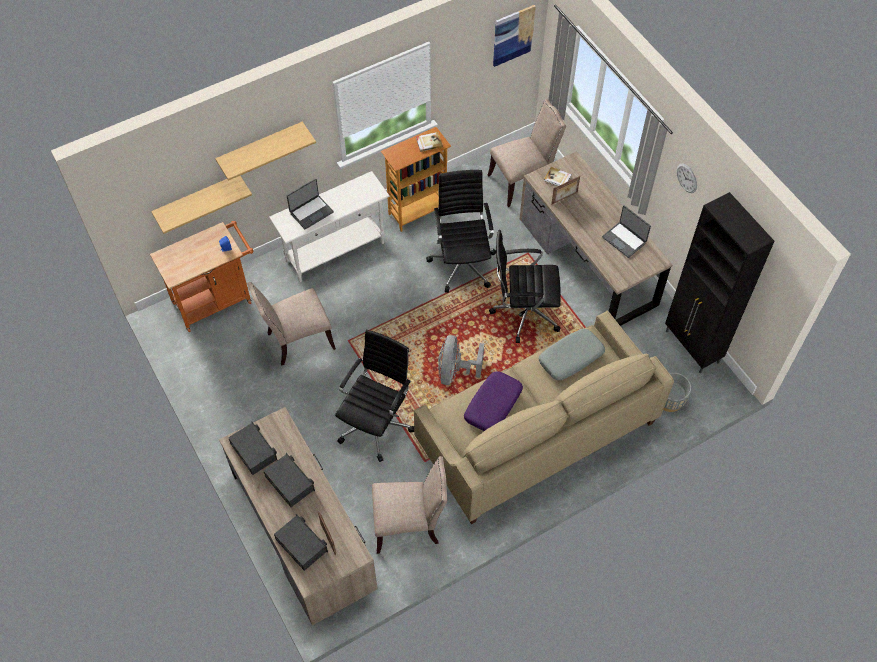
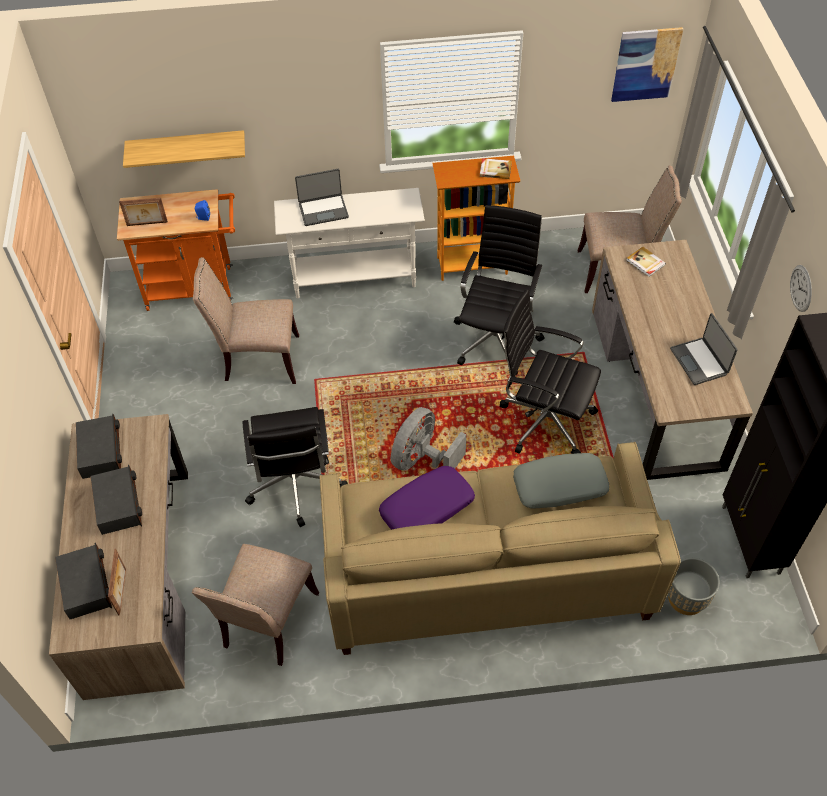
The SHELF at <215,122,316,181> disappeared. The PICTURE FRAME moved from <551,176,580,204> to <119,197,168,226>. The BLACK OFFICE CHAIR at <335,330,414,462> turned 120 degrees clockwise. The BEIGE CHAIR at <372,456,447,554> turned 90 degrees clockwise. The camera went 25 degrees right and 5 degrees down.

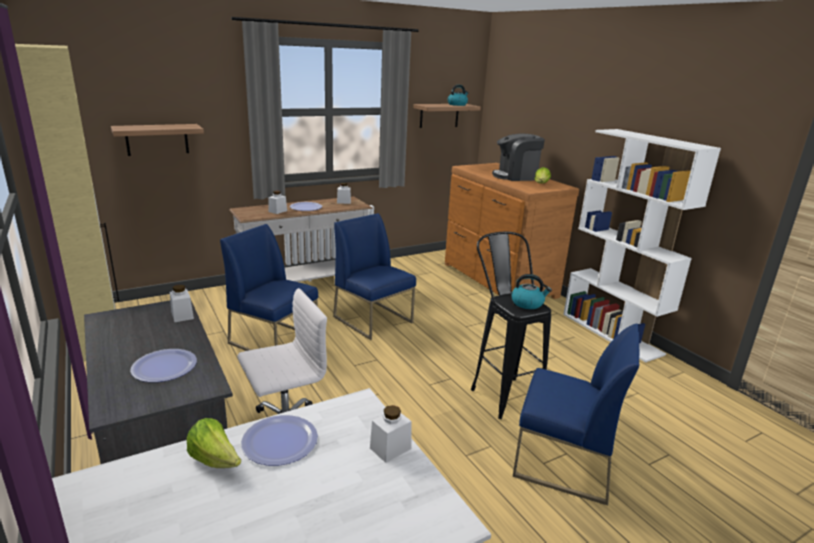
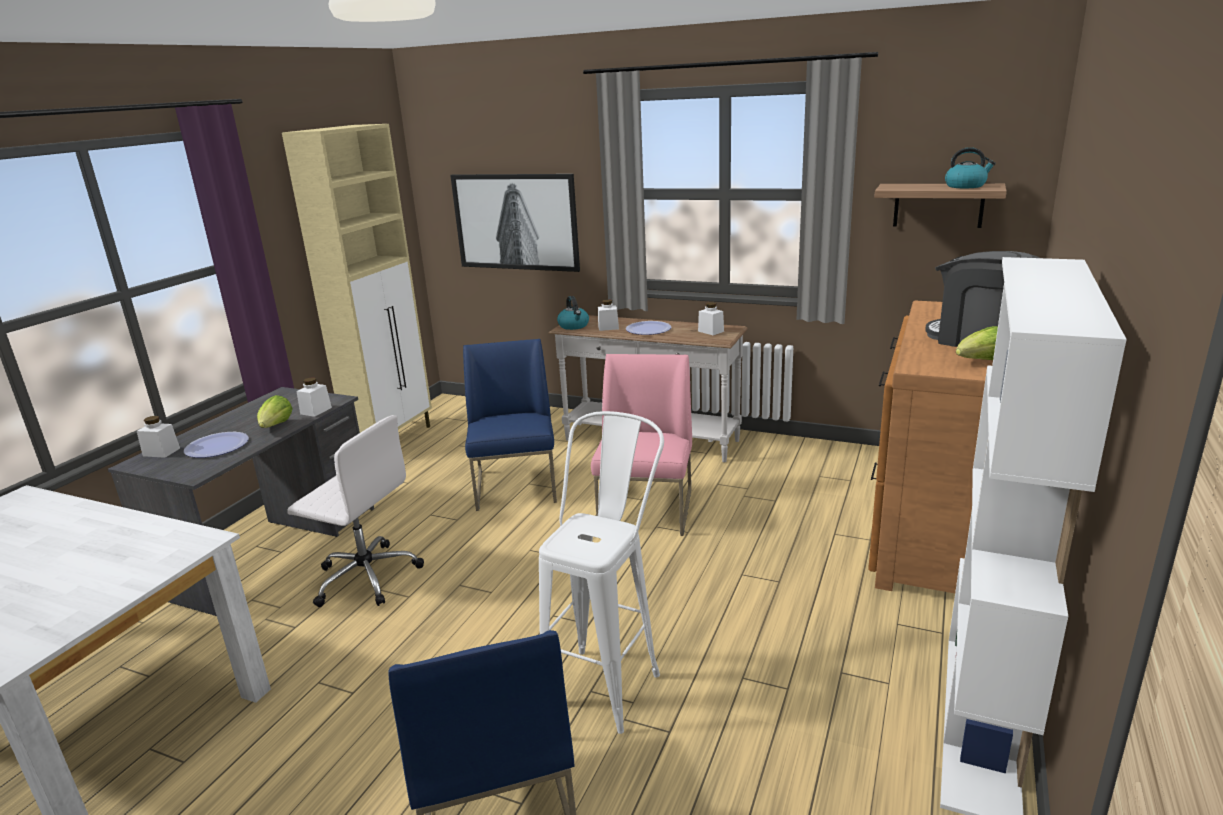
The SHELF at <111,124,204,156> was replaced by the PICTURE at <450,174,580,272>. The BLUE CHAIR at <333,213,416,340> became the PINK CHAIR at <591,354,692,536>. The BLACK STOOL at <471,232,551,419> became the WHITE STOOL at <539,411,664,734>. The KETTLE moved from <511,274,552,309> to <557,296,589,330>. The WHITE JAR moved from <370,405,412,463> to <137,416,180,458>. The PLATE at <241,415,318,466> disappeared. The LETTUCE moved from <186,418,241,468> to <257,395,293,428>. The camera went 55 degrees right and 0 degrees up.

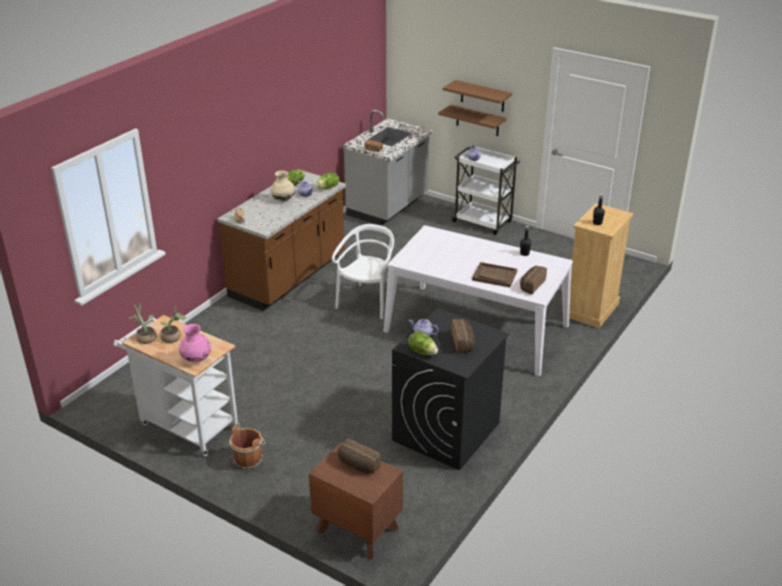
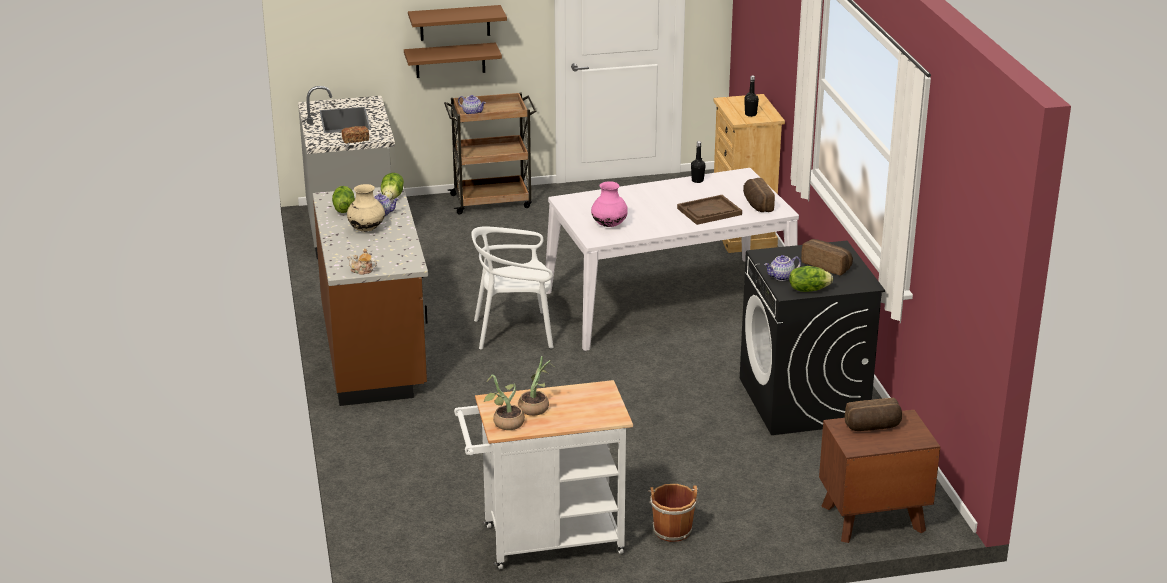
The WHITE CART at <451,146,520,235> became the BROWN CART at <444,92,537,214>. The WHITE CHAIR at <332,224,396,319> turned 75 degrees counterclockwise. The PINK VASE moved from <179,324,211,363> to <591,181,628,227>. The camera went 45 degrees left and 5 degrees down.

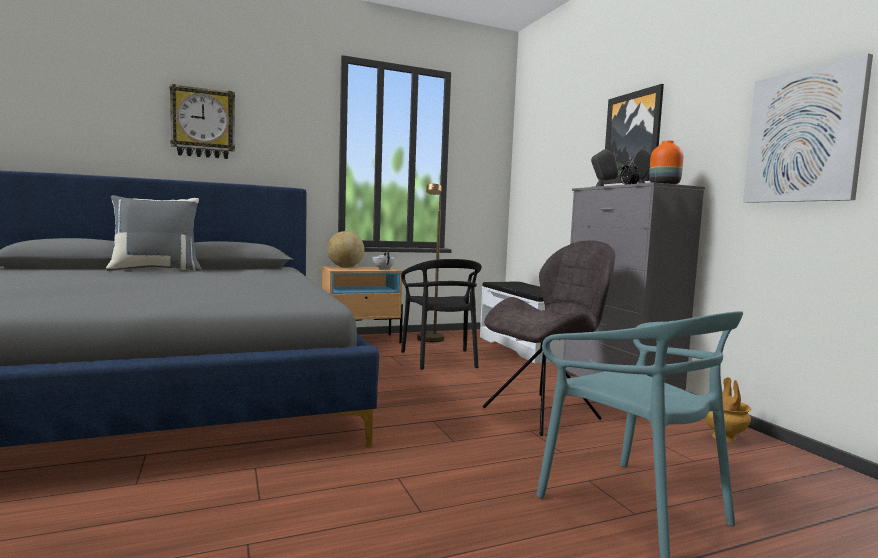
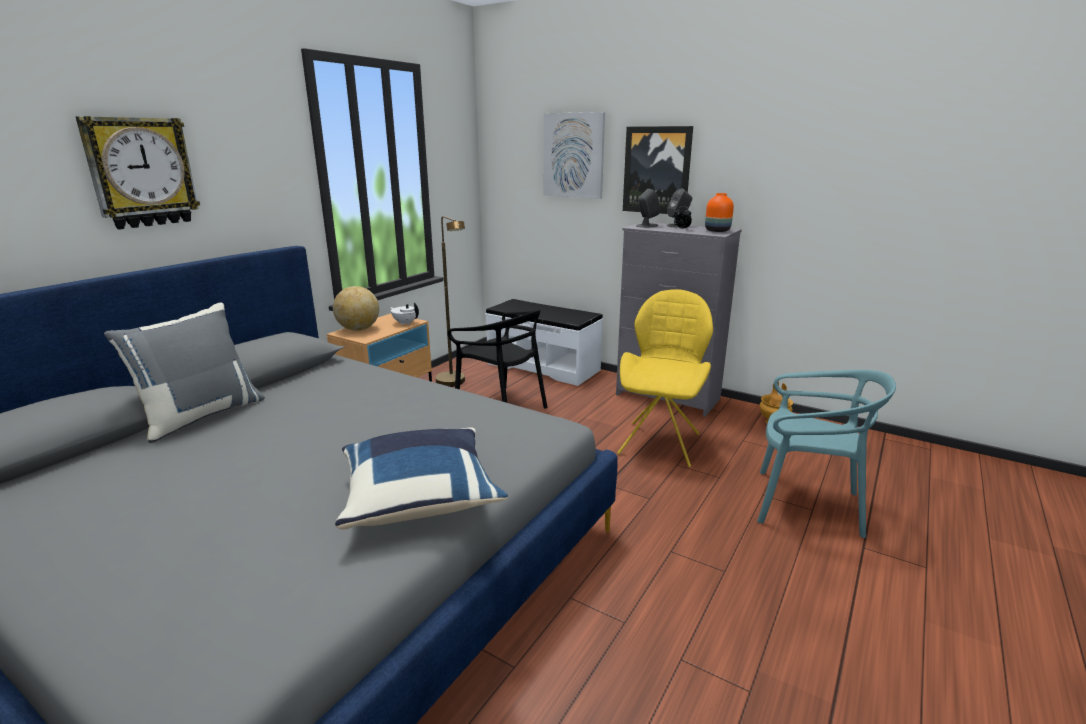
The PICTURE moved from <743,53,873,203> to <544,112,605,199>. The GREY CHAIR at <483,240,615,436> became the YELLOW CHAIR at <617,289,713,467>. The BLUE PILLOW at <335,427,508,530> appeared. The camera went 35 degrees left and 15 degrees up.

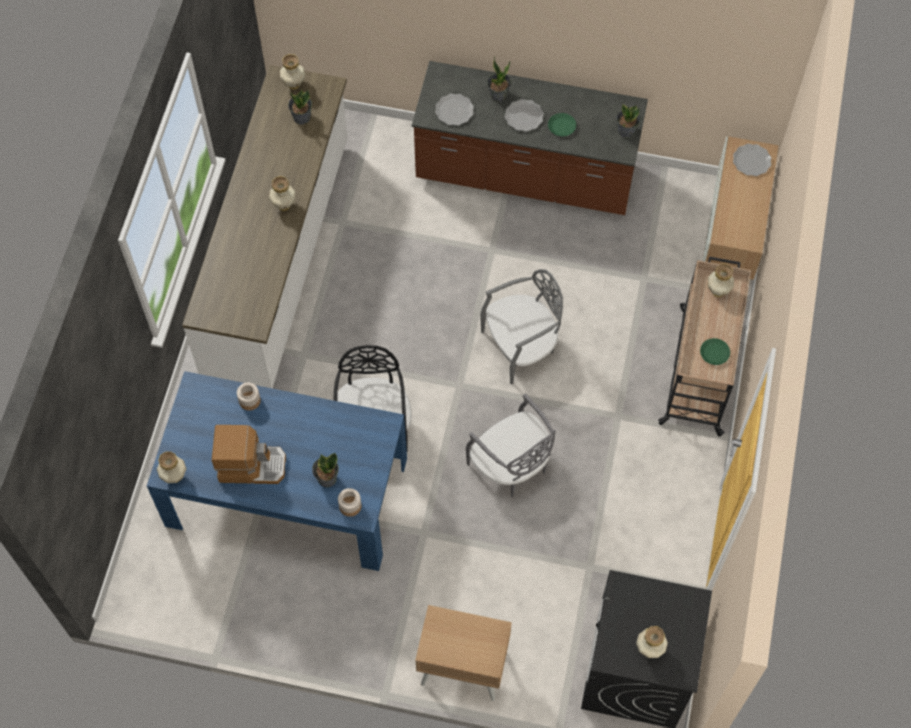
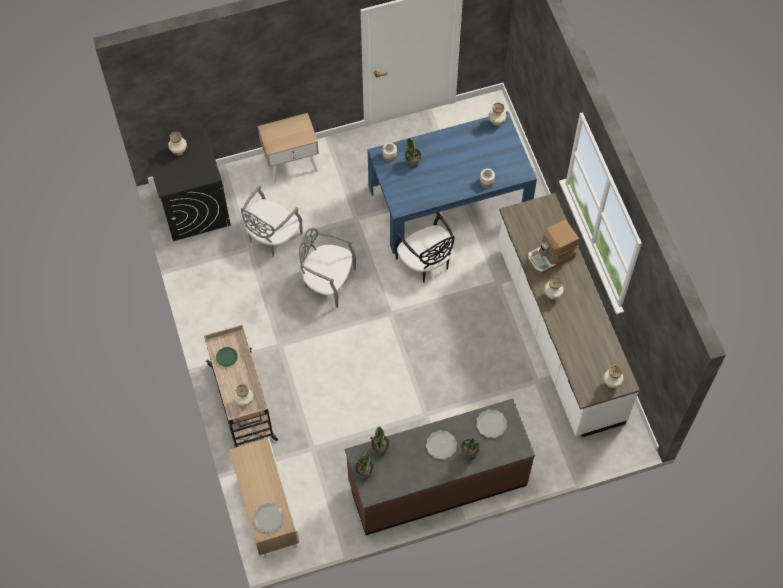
The POTTED PLANT moved from <288,89,312,125> to <371,427,390,456>. The GREEN PLATE at <548,113,576,136> disappeared. The GREY CHAIR moved from <480,269,563,384> to <241,185,303,257>. The COFFEE MACHINE moved from <212,425,286,484> to <528,219,579,274>. The camera went 150 degrees right and 0 degrees up.

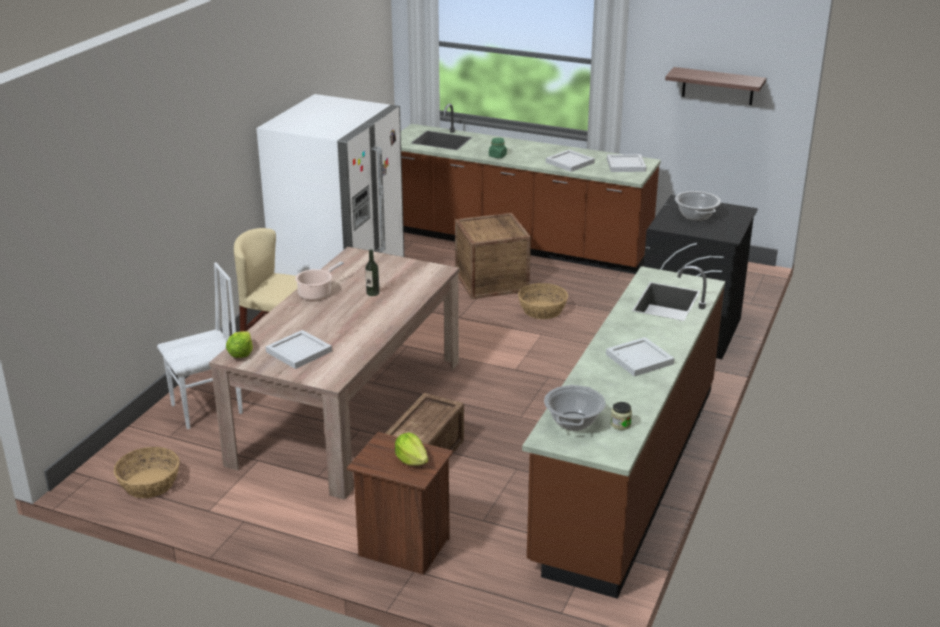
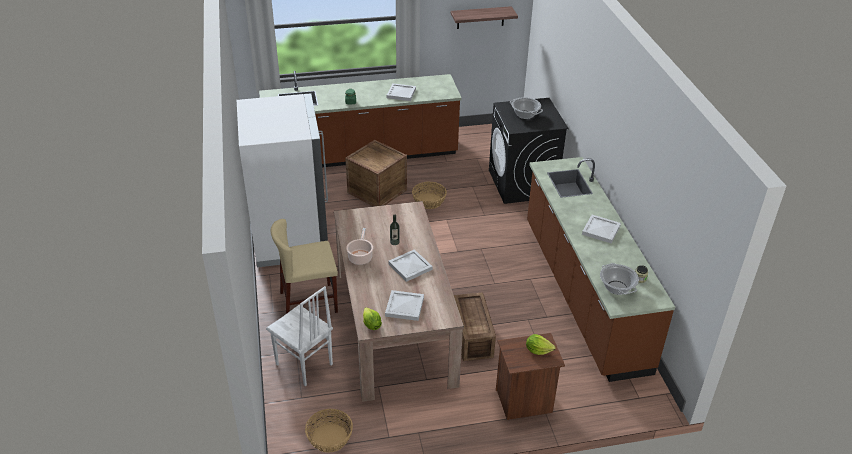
The WHITE TRAY moved from <607,154,646,172> to <388,249,433,282>. The WHITE CHAIR at <157,262,243,429> turned 105 degrees clockwise. The camera went 35 degrees left and 10 degrees up.

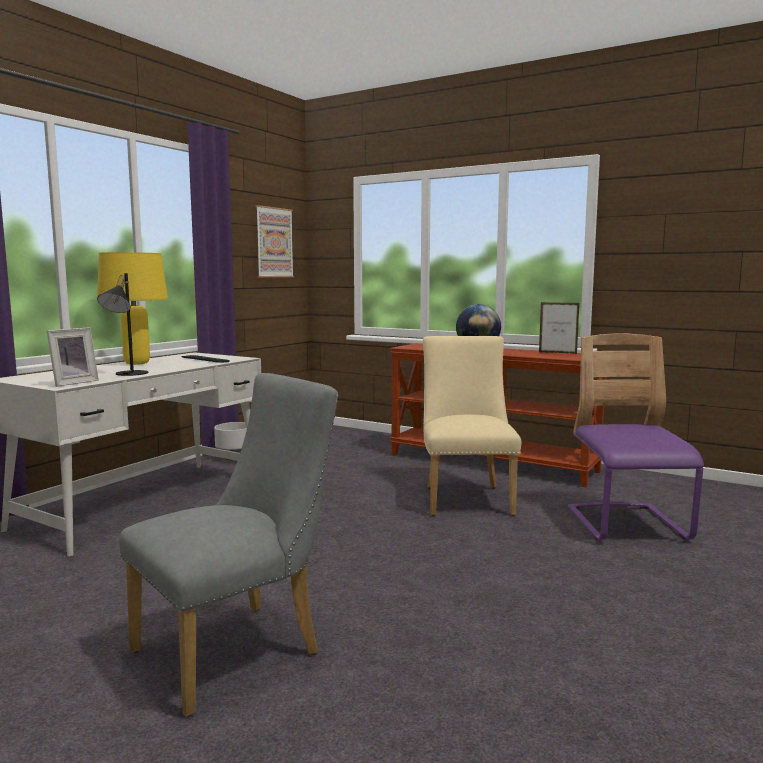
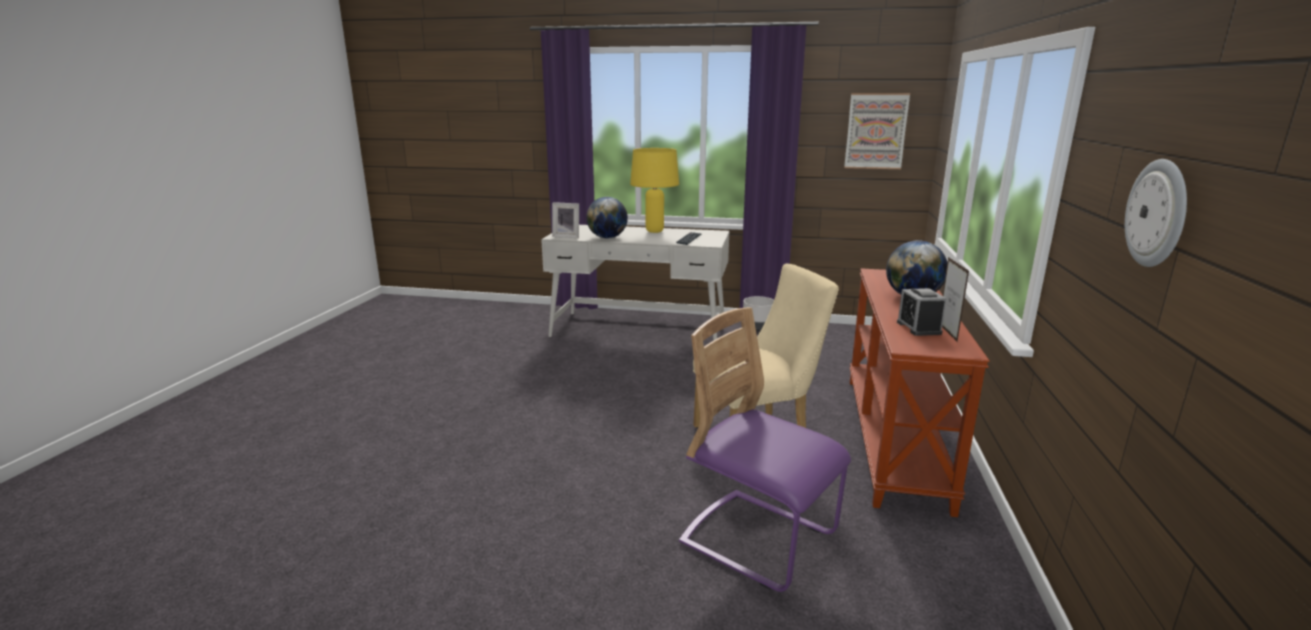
The BLACK TABLE LAMP at <97,273,149,376> was replaced by the GLOBE at <586,197,628,238>. The PURPLE CHAIR at <568,333,704,540> turned 120 degrees counterclockwise. The GREY CHAIR at <119,373,338,717> disappeared. The WALL CLOCK at <1125,159,1187,267> appeared. The ALARM CLOCK at <897,288,946,336> appeared. The camera went 70 degrees right and 10 degrees up.

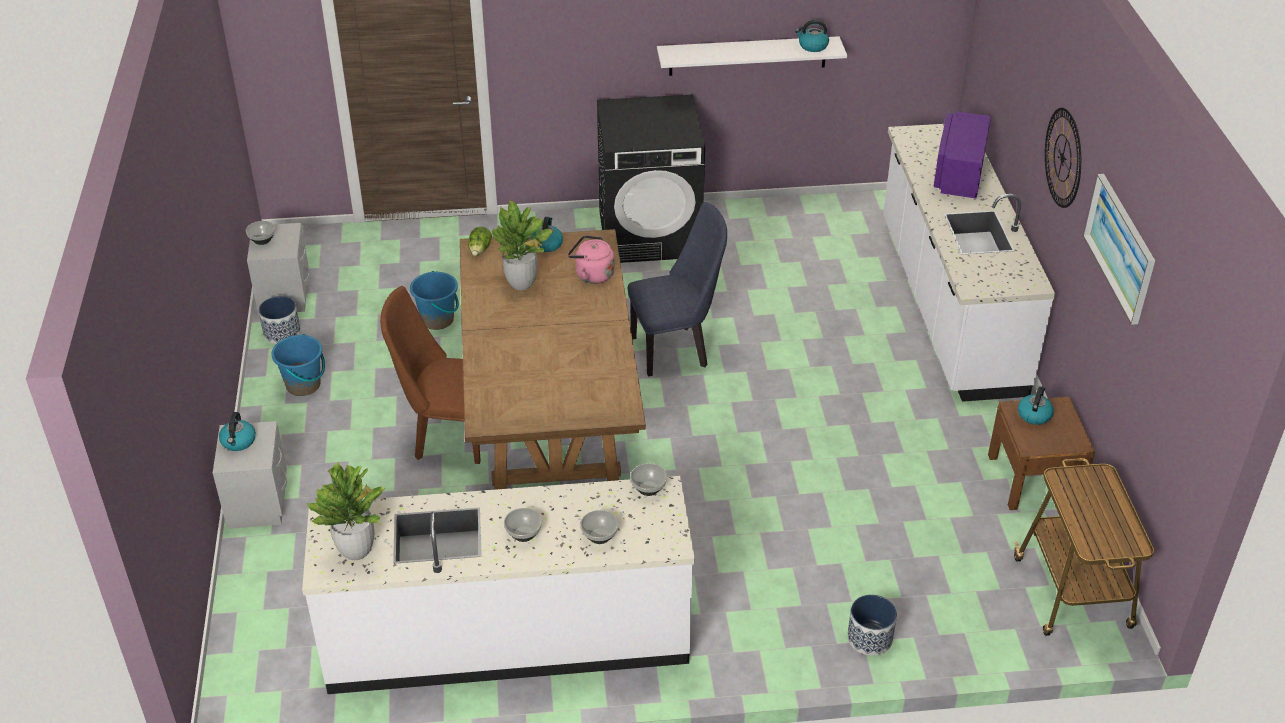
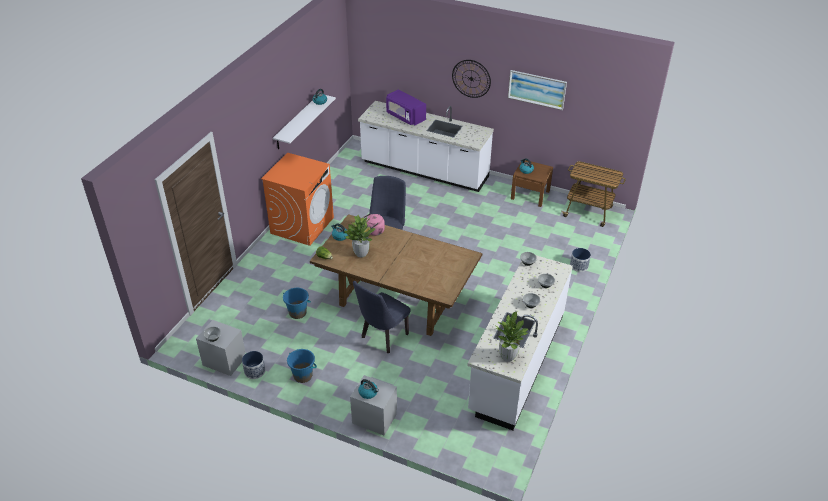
The BLACK WASHING MACHINE at <597,94,705,263> became the ORANGE WASHING MACHINE at <261,152,334,246>. The BROWN CHAIR at <380,286,481,464> became the BLUE CHAIR at <353,281,411,353>. The camera went 60 degrees left and 0 degrees up.

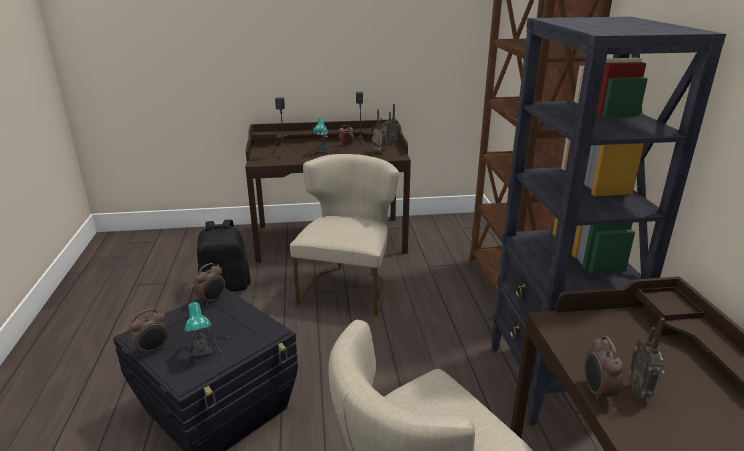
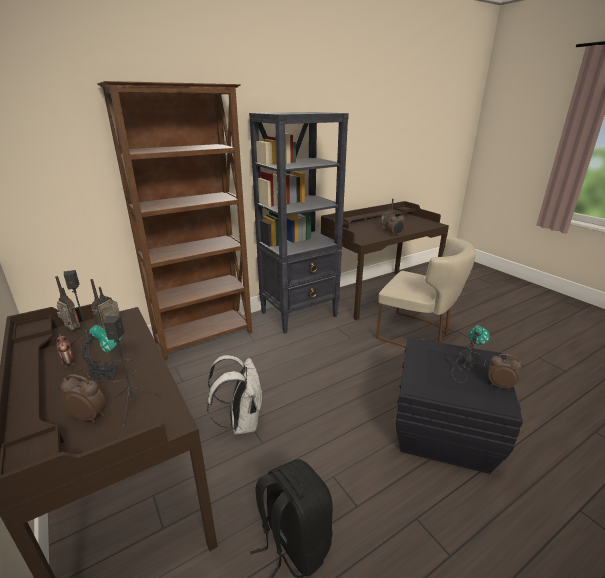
The BEIGE CHAIR at <290,154,399,316> was replaced by the WHITE BACKPACK at <207,355,263,435>. The ALARM CLOCK moved from <194,263,225,306> to <61,374,106,423>. The camera went 115 degrees left and 0 degrees up.

